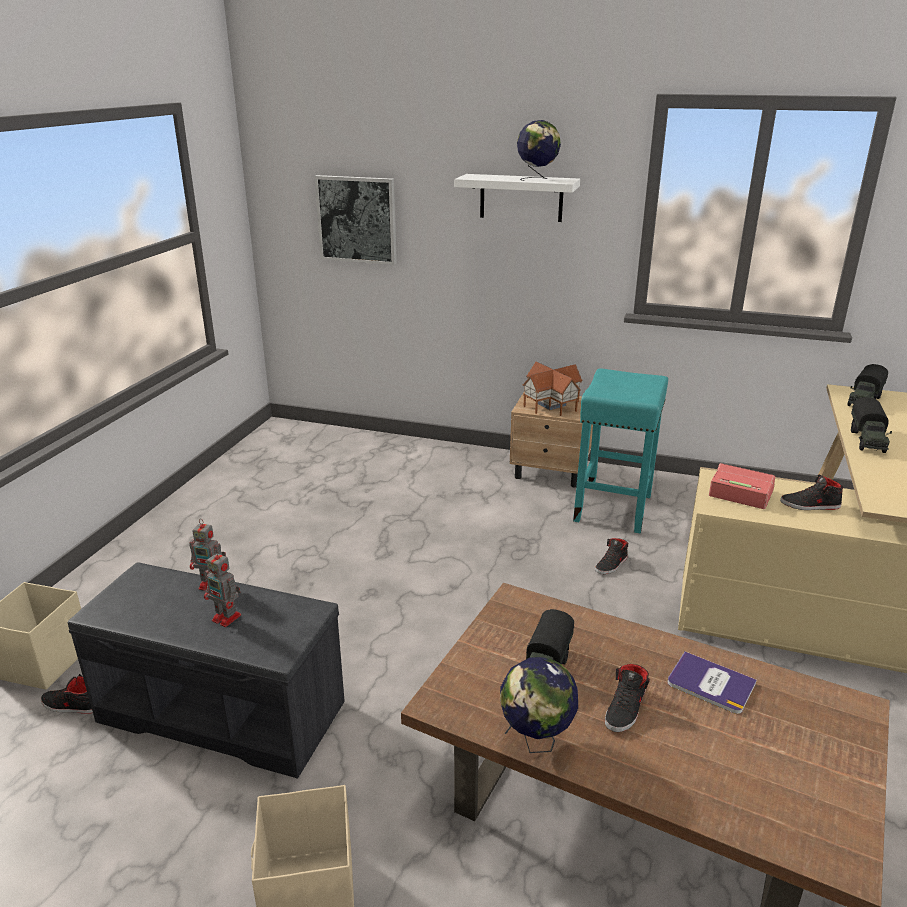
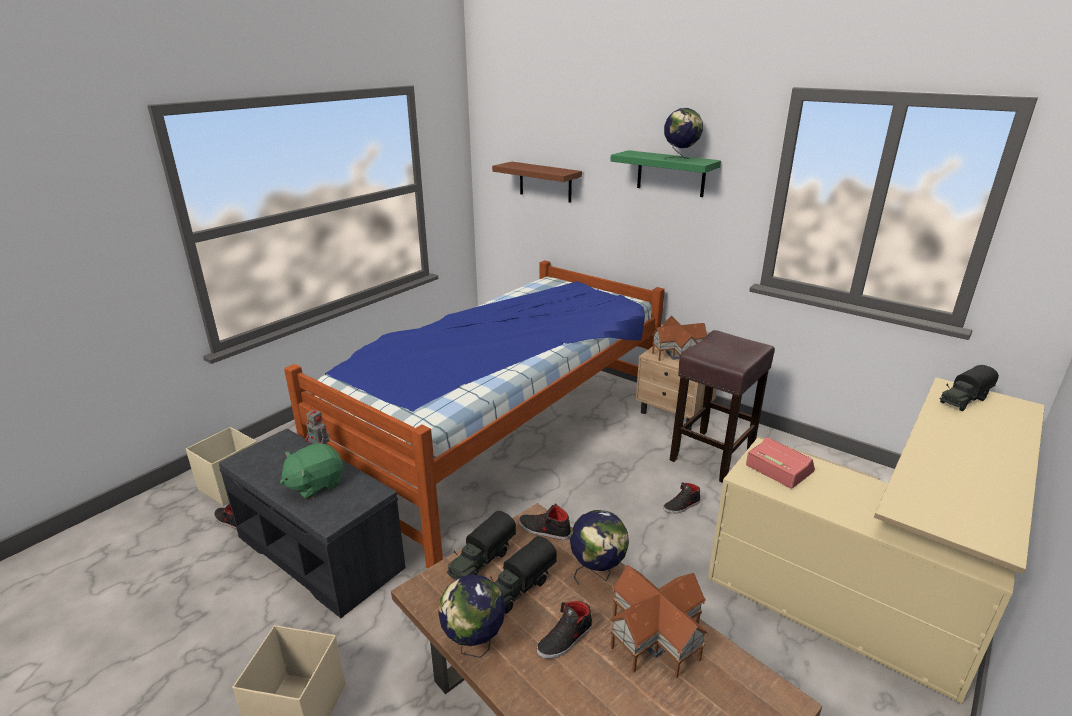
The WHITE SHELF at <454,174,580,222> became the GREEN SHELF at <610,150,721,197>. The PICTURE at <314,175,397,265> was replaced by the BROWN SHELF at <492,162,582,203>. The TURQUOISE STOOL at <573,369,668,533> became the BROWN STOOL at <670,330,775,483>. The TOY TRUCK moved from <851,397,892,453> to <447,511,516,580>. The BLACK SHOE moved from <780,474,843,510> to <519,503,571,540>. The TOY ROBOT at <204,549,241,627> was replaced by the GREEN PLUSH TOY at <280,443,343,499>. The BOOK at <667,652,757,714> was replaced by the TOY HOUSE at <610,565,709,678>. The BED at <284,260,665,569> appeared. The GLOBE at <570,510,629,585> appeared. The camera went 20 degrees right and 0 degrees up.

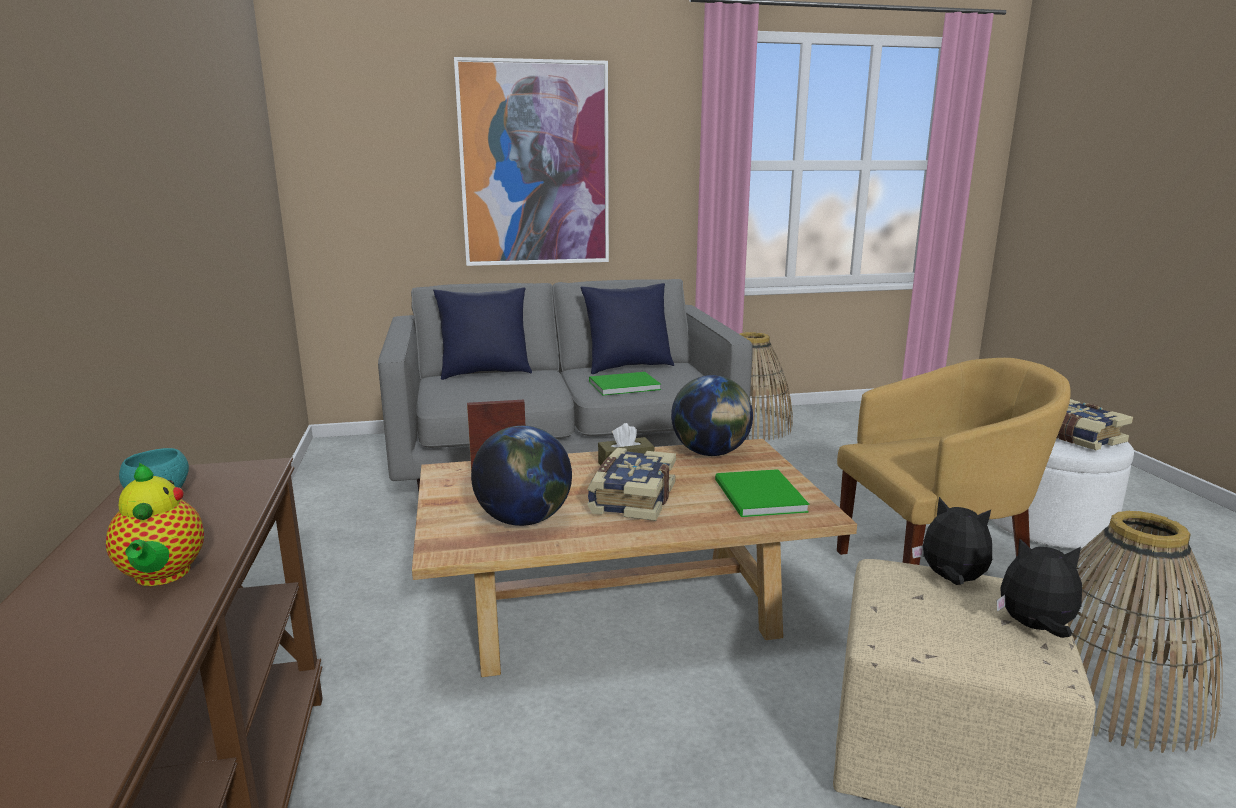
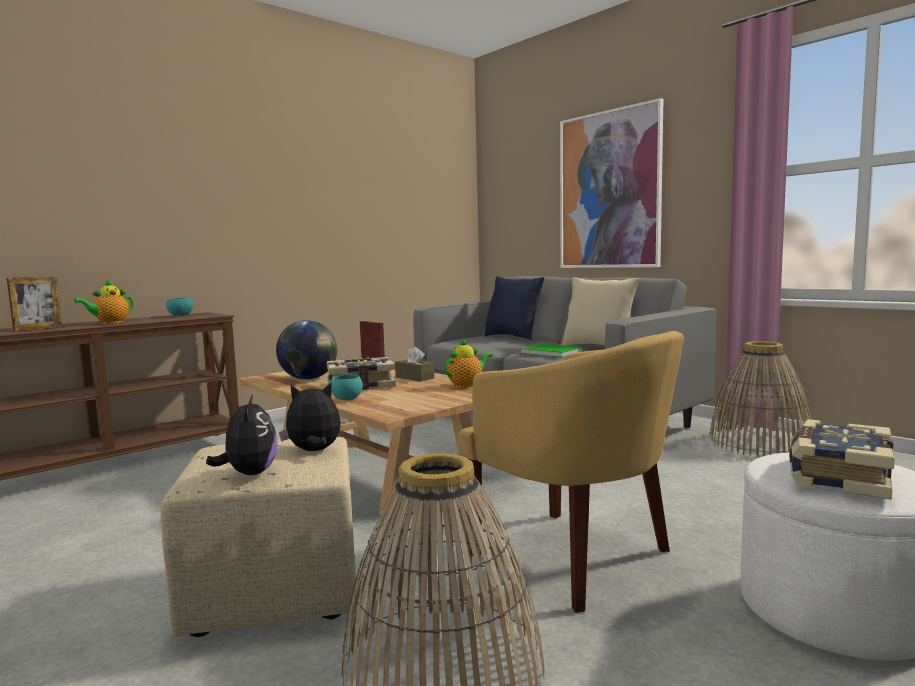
The BLUE PILLOW at <580,283,674,374> became the BEIGE PILLOW at <562,277,640,346>. The GLOBE at <671,375,753,456> was replaced by the TEAPOT at <444,337,492,388>. The GREEN BOOK at <715,469,809,517> disappeared. The PLUSH TOY at <912,497,992,585> turned 105 degrees counterclockwise. The PICTURE FRAME at <7,276,63,332> appeared. The TURQUOISE BOWL at <330,375,363,400> appeared. The camera went 60 degrees right and 10 degrees down.

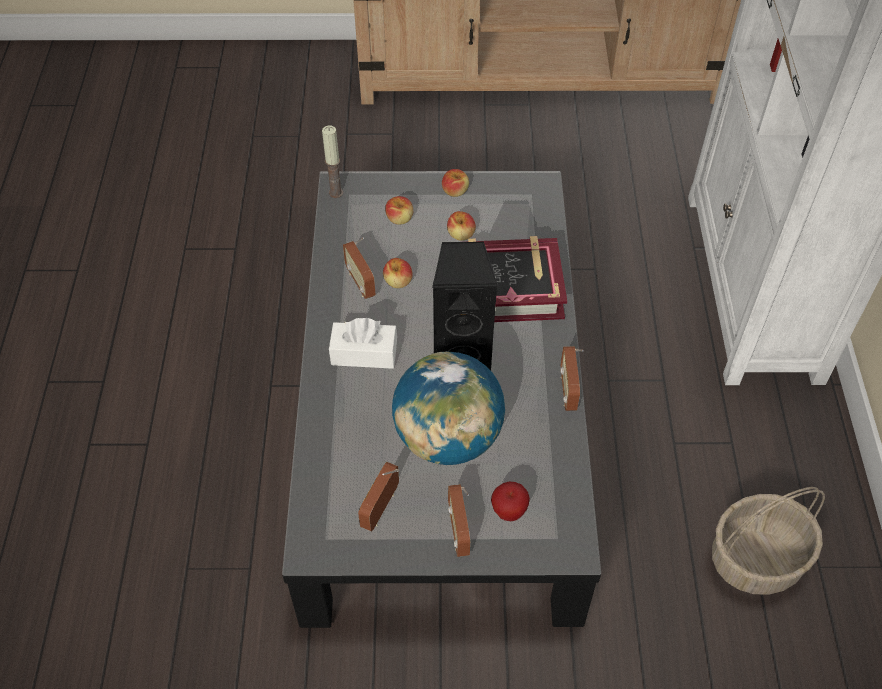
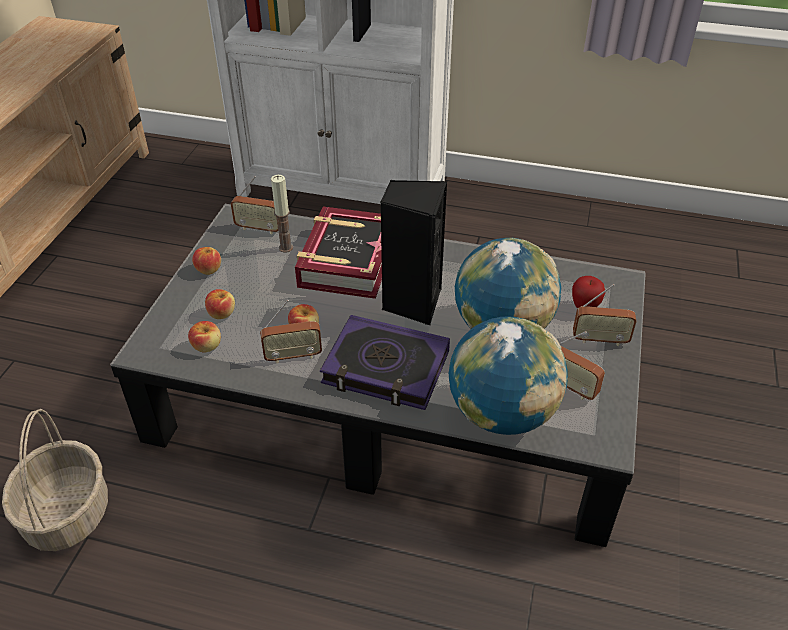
The CANDLE moved from <322,125,343,198> to <271,175,293,253>. The APPLE moved from <447,211,476,240> to <188,321,221,352>. The WHITE TISSUE BOX at <329,318,397,369> was replaced by the BOOK at <320,315,450,410>. The RADIO moved from <560,346,584,411> to <231,176,279,234>. The BASKET moved from <712,487,825,595> to <2,409,108,551>. The GLOBE at <449,316,568,435> appeared. The camera went 75 degrees left and 10 degrees down.

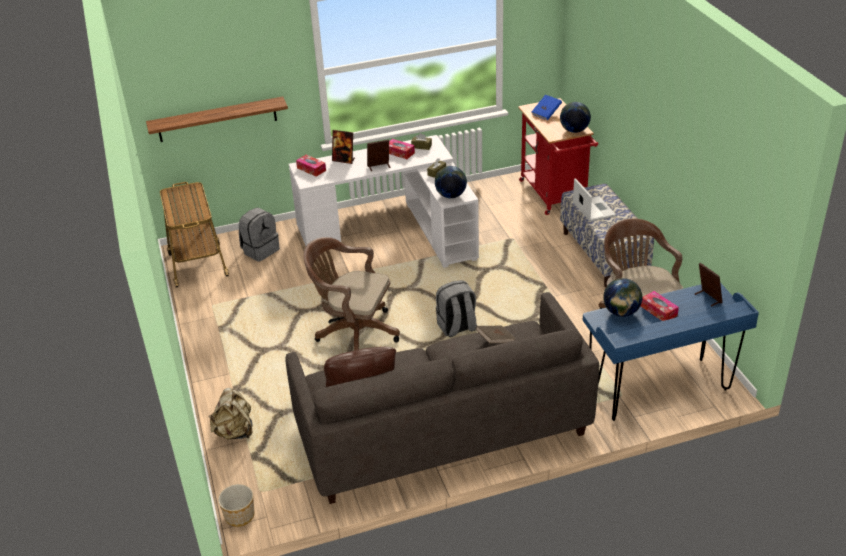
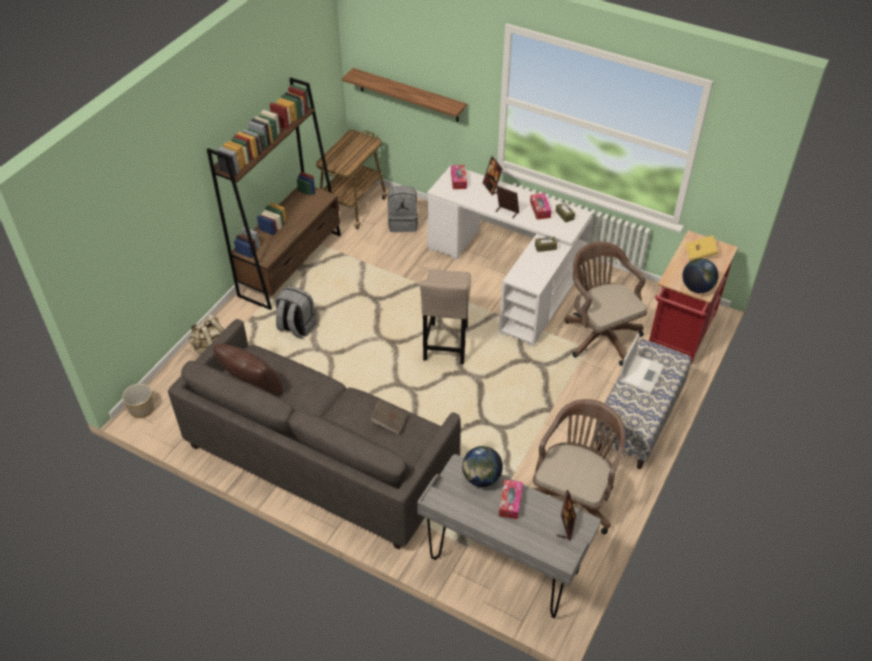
The BLUE BOOK at <531,95,562,121> became the YELLOW BOOK at <685,235,718,261>. The GLOBE at <435,166,467,198> disappeared. The BROWN OFFICE CHAIR moved from <303,237,400,351> to <564,241,647,366>. The GREY BACKPACK moved from <436,280,477,337> to <275,286,316,339>. The BLUE DESK at <583,283,759,421> became the GREY DESK at <417,454,601,618>. The BROWN BOOKCASE at <207,77,341,310> appeared. The BEIGE STOOL at <420,269,471,364> appeared. The camera went 45 degrees right and 10 degrees up.

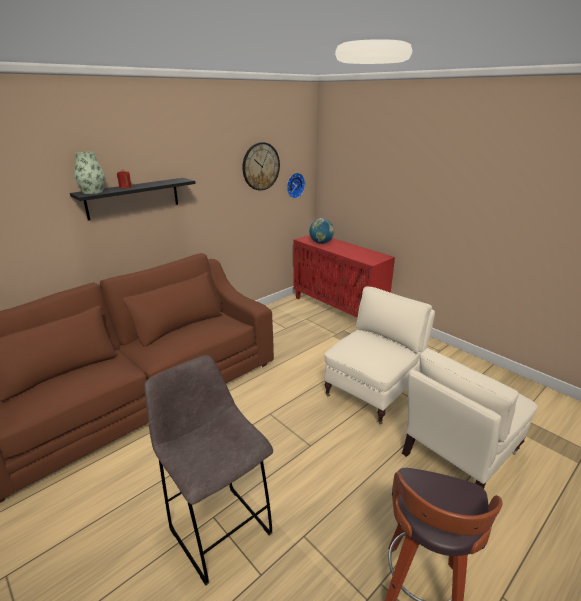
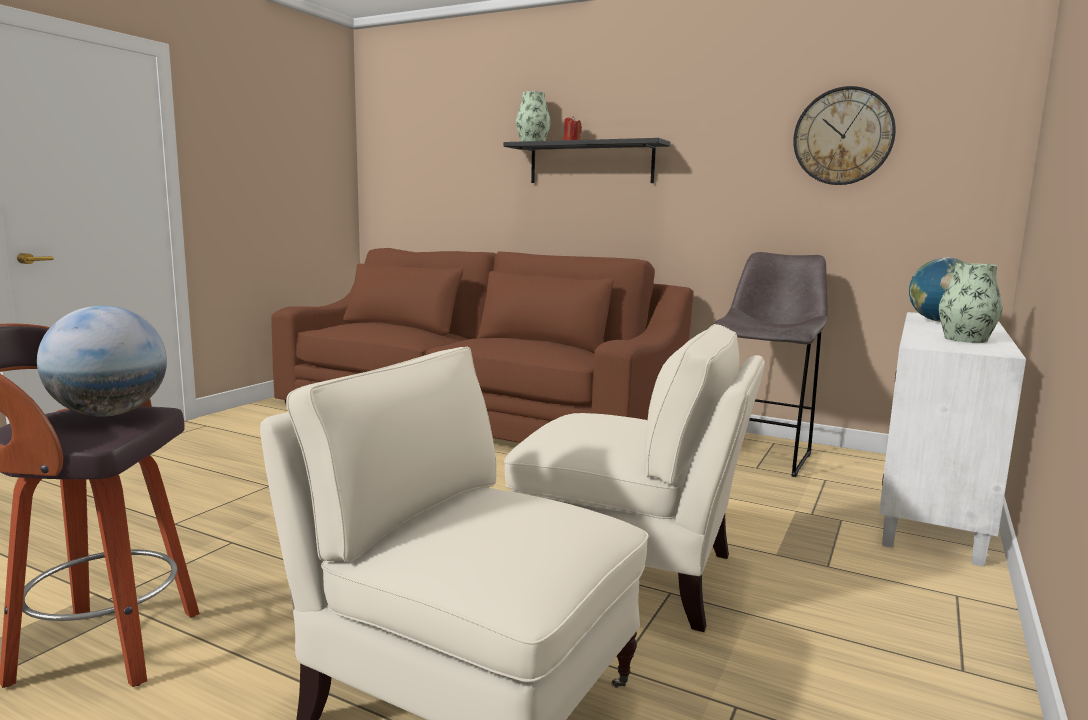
The WALL CLOCK at <287,173,305,199> disappeared. The RED CABINET at <293,235,395,318> became the WHITE CABINET at <879,312,1026,567>. The GREY STOOL moved from <144,355,273,586> to <713,252,828,477>. The VASE at <939,263,1003,343> appeared. The GLOBE at <37,306,167,417> appeared. The camera went 70 degrees right and 15 degrees down.

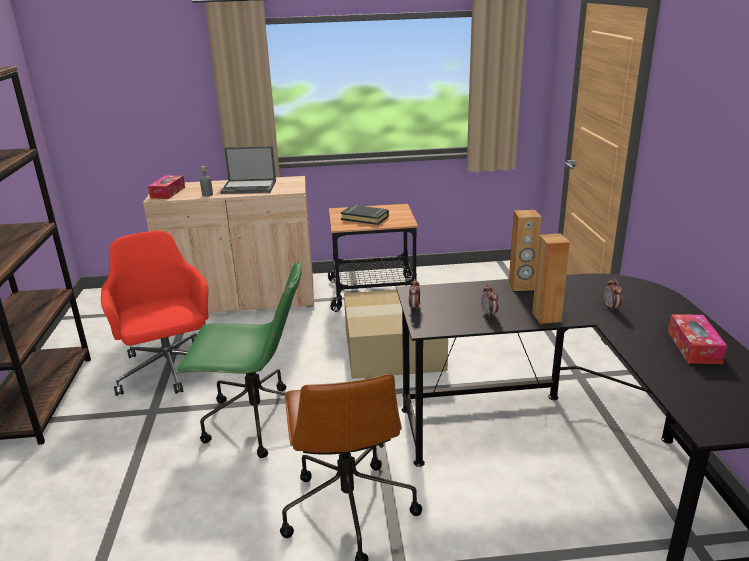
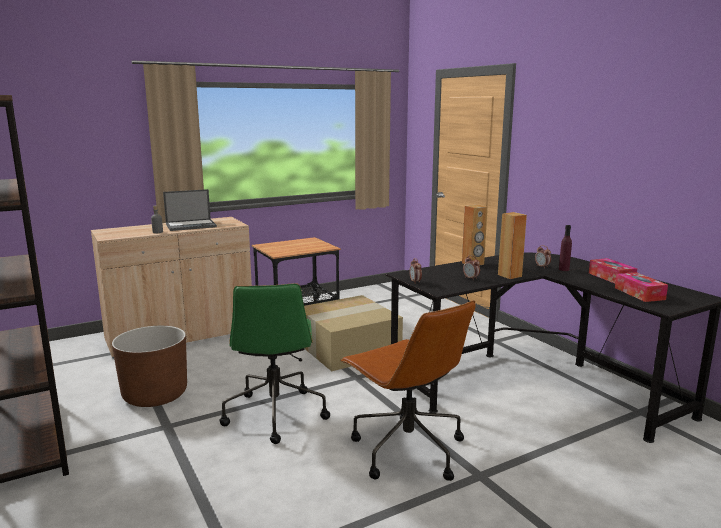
The TISSUE BOX moved from <148,175,185,199> to <615,272,668,302>. The BLACK BOOK at <341,205,389,225> disappeared. The RED OFFICE CHAIR at <101,231,209,396> was replaced by the BROWN PLANTER at <112,326,187,407>. The GREEN OFFICE CHAIR at <176,261,302,458> turned 105 degrees clockwise. The PURPLE BOTTLE at <559,225,572,271> appeared. The camera went 25 degrees left and 10 degrees down.

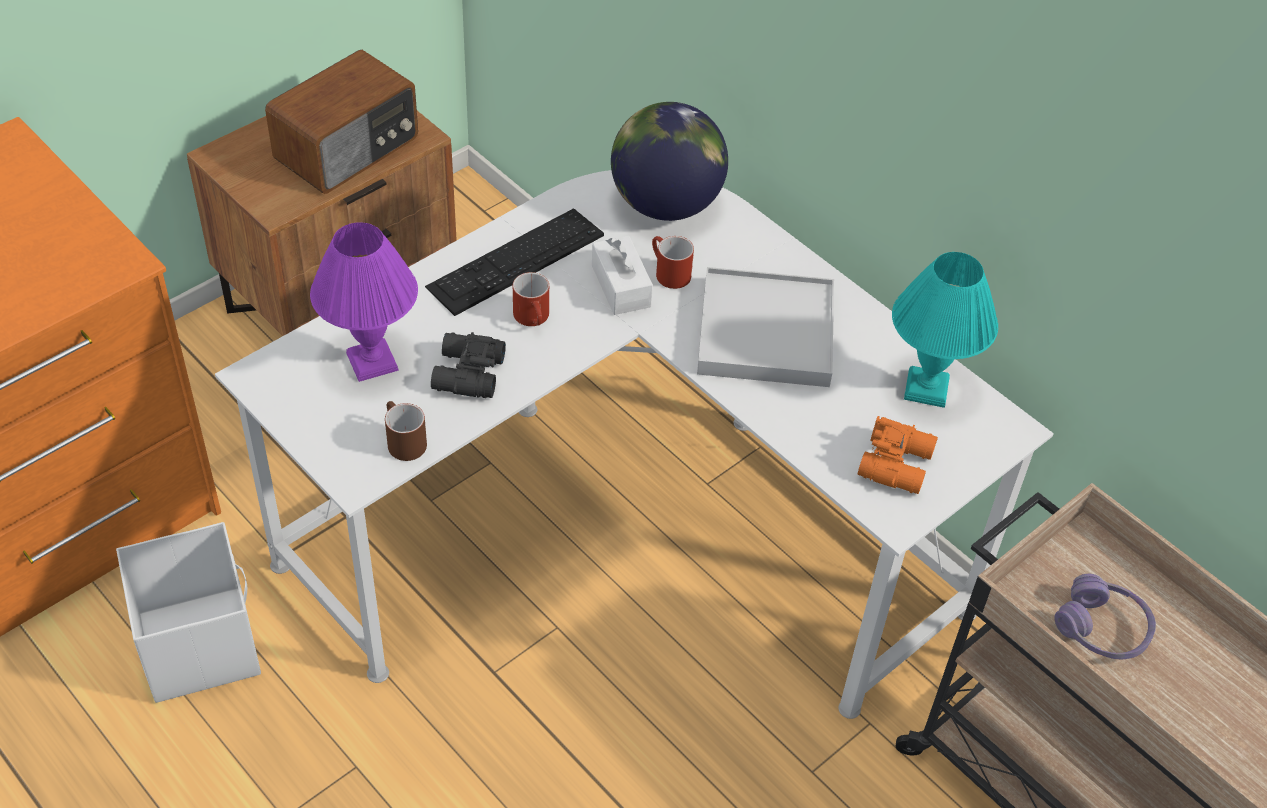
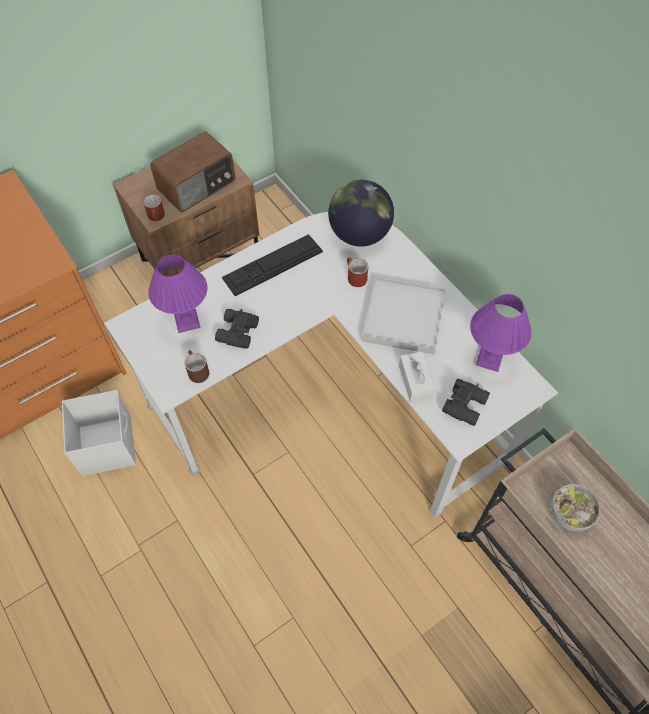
The WHITE TISSUE BOX moved from <592,236,653,315> to <399,352,435,402>. The TURQUOISE TABLE LAMP at <892,252,998,408> became the PURPLE TABLE LAMP at <470,294,531,372>. The RED MUG moved from <513,272,549,326> to <143,195,165,221>. The ORANGE BINOCULARS at <858,416,938,494> became the BLACK BINOCULARS at <442,379,490,426>. The PURPLE HEADPHONES at <1054,574,1156,659> was replaced by the BOWL at <551,484,601,531>. The camera went 10 degrees right and 10 degrees up.

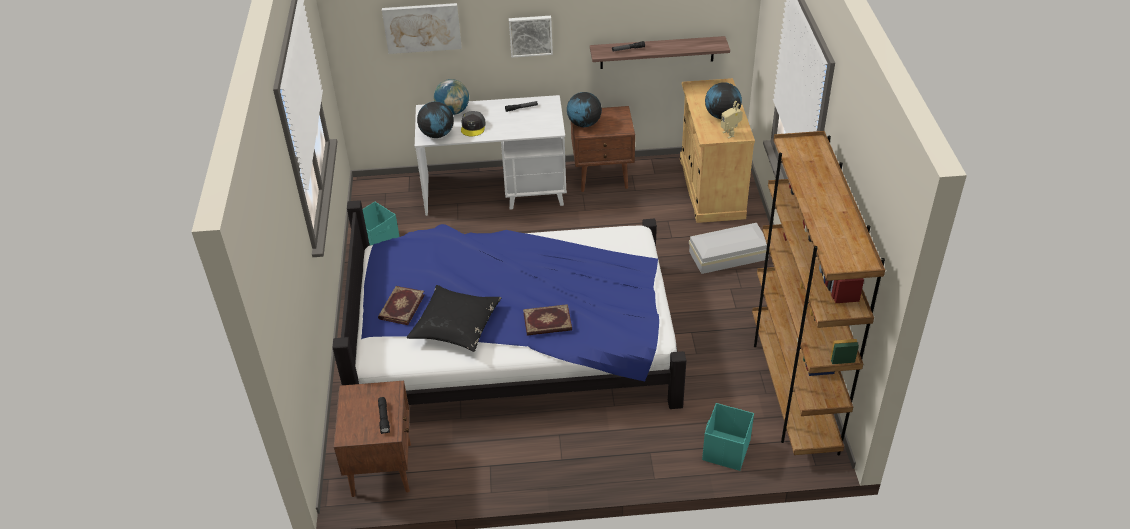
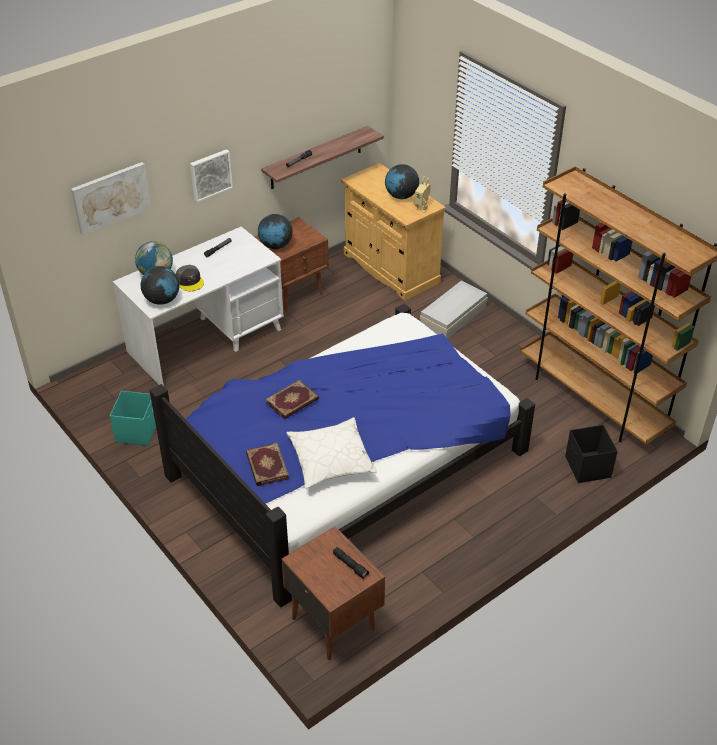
The BLACK PILLOW at <407,285,501,352> became the WHITE PILLOW at <286,417,377,489>. The BOOK moved from <523,304,572,336> to <265,380,319,419>. The TURQUOISE STORAGE BOX at <702,403,754,471> became the BLACK STORAGE BOX at <565,425,618,483>. The camera went 35 degrees left and 0 degrees up.

